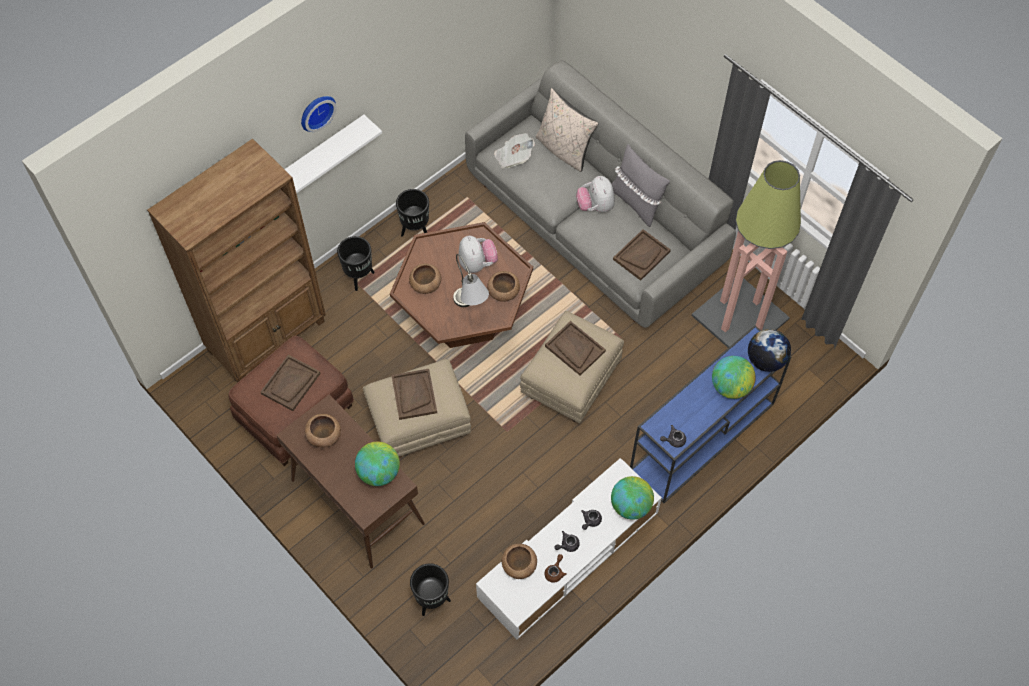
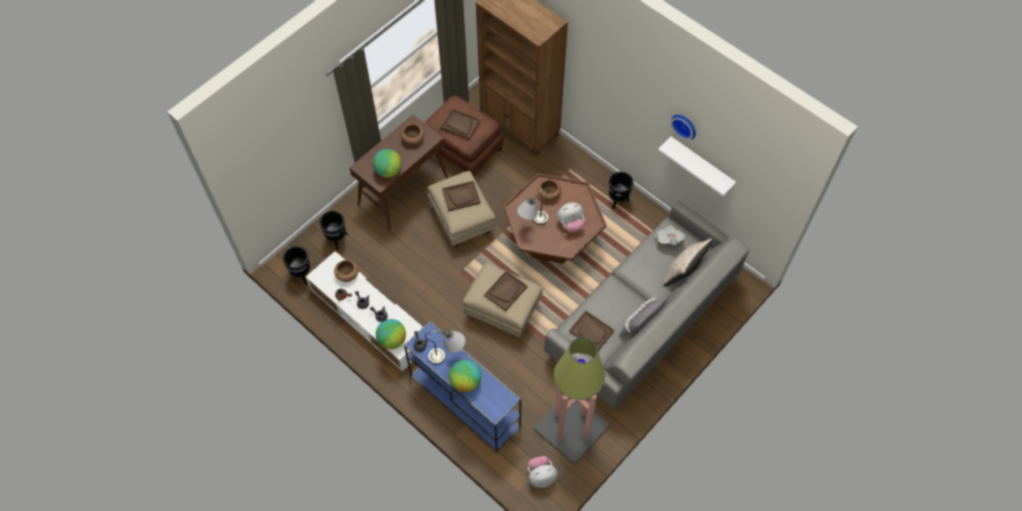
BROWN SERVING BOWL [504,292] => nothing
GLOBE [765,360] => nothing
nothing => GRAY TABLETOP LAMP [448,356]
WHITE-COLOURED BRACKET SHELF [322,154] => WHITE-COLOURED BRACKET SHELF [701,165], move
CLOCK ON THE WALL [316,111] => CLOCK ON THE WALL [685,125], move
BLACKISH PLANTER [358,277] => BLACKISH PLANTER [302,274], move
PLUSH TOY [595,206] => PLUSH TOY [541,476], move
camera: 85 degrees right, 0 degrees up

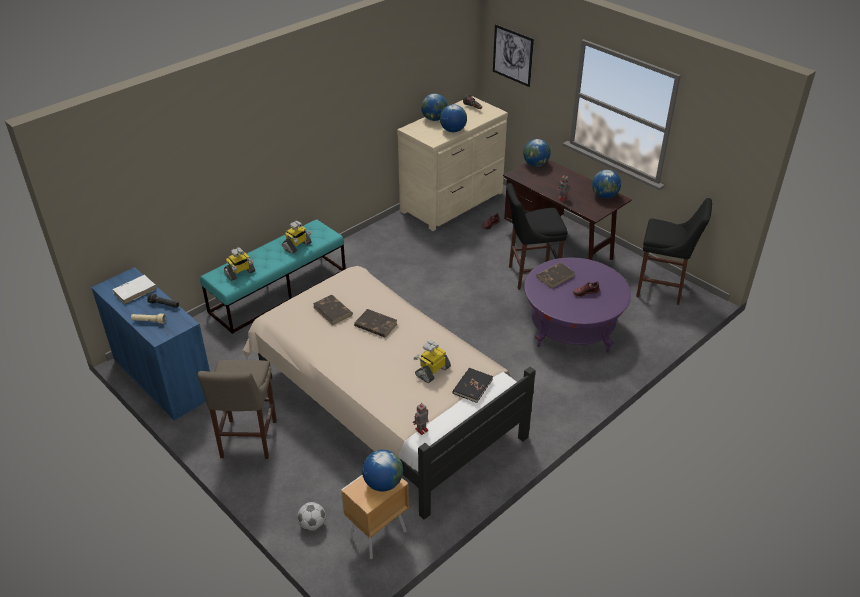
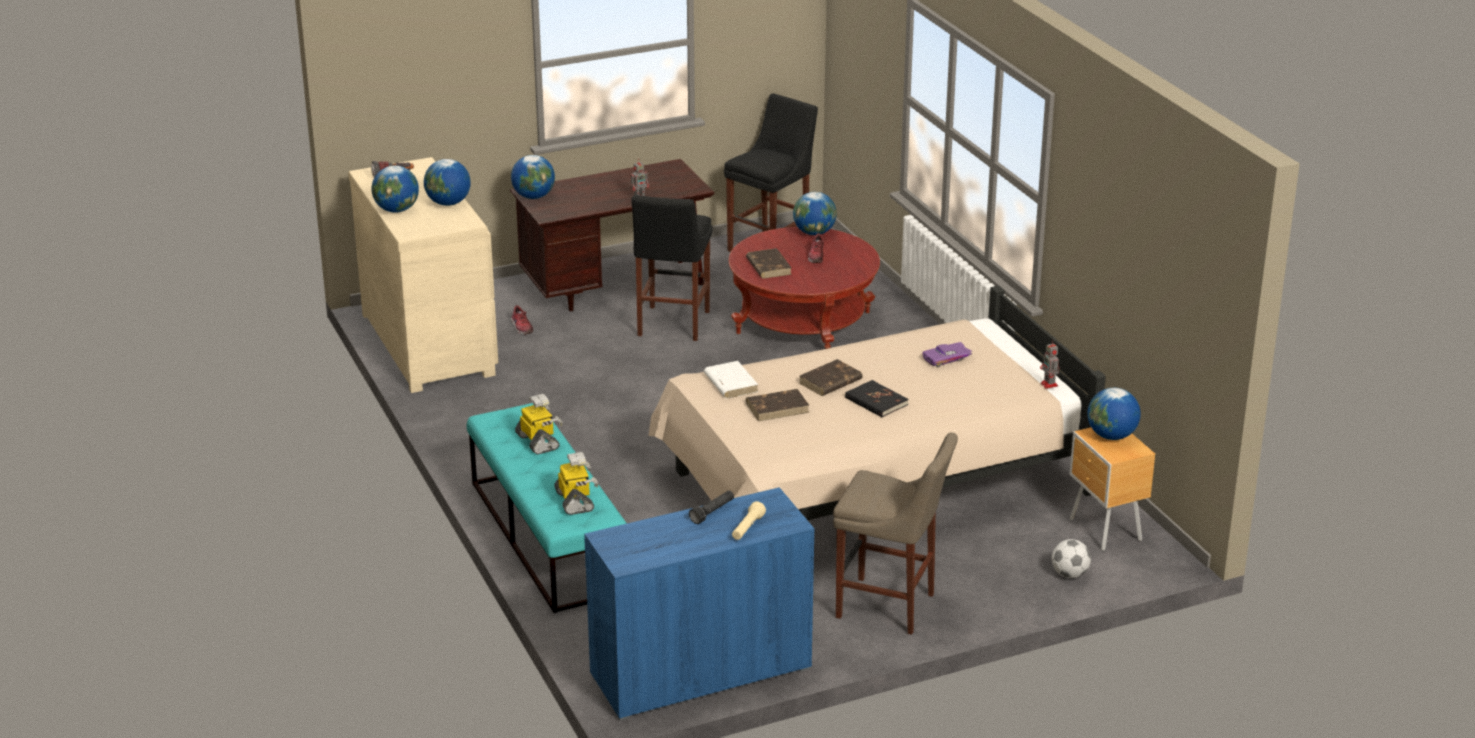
WALL PICTURE [512,55] => nothing
WHITE-COLOURED VOLUME [135,290] => WHITE-COLOURED VOLUME [730,383], move
BLACKISH VOLUME [472,386] => BLACKISH VOLUME [876,401], move
GLOBE [604,196] => GLOBE [814,233], move
TOY ROBOT [432,371] => PURPLE-COLOURED MINIATURE CAR [947,359]
PURPLE-COLOURED COFFEE TABLE [572,326] => REDDISH COFFEE TABLE [803,322]
camera: 70 degrees left, 10 degrees down

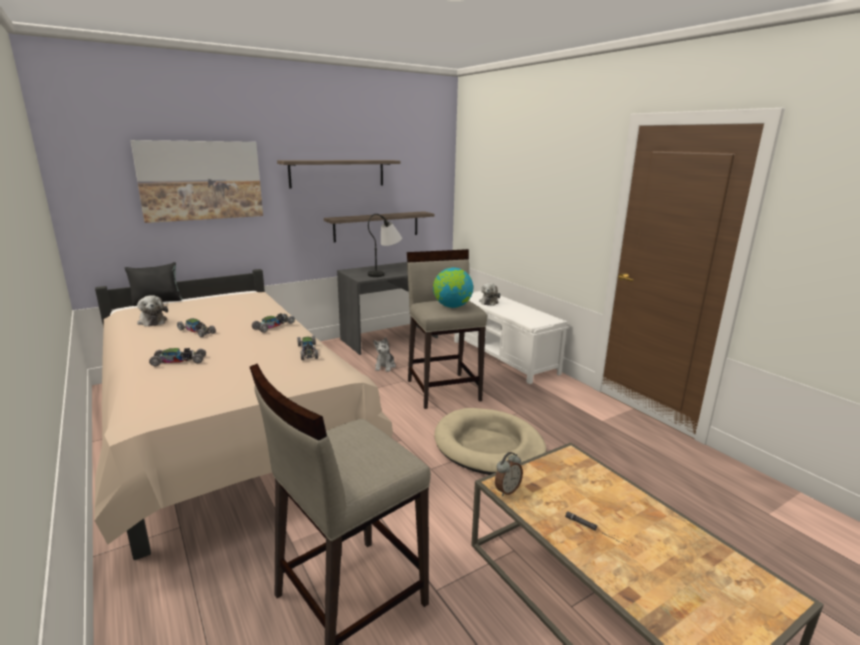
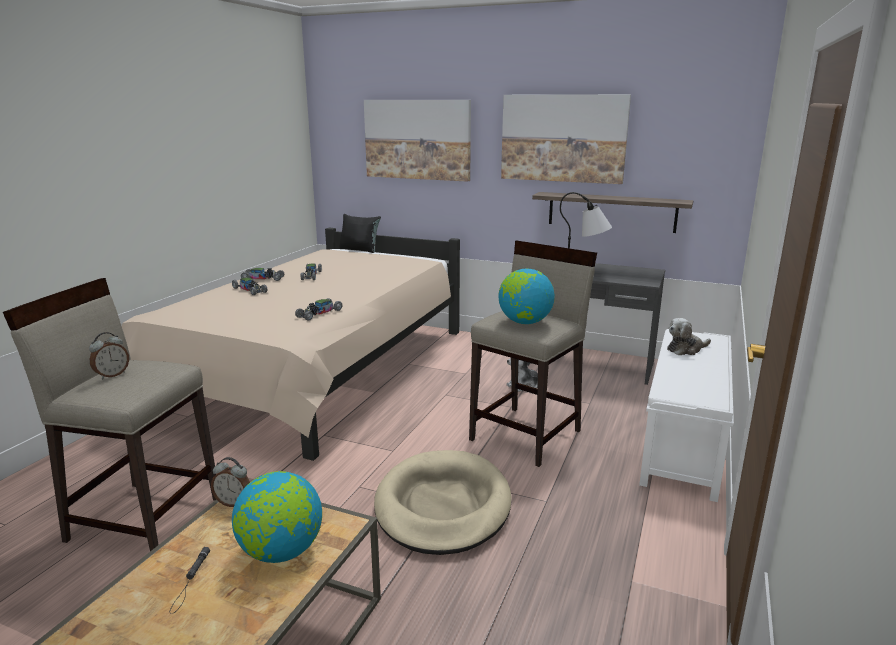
PLUSH TOY [152,321] => nothing
nothing => ALARM CLOCK [112,375]
nothing => GLOBE [281,552]
MINIATURE CAR [274,326] => MINIATURE CAR [263,279], move
BRACKET SHELF [337,173] => WALL PICTURE [563,138]
camera: 55 degrees right, 0 degrees up

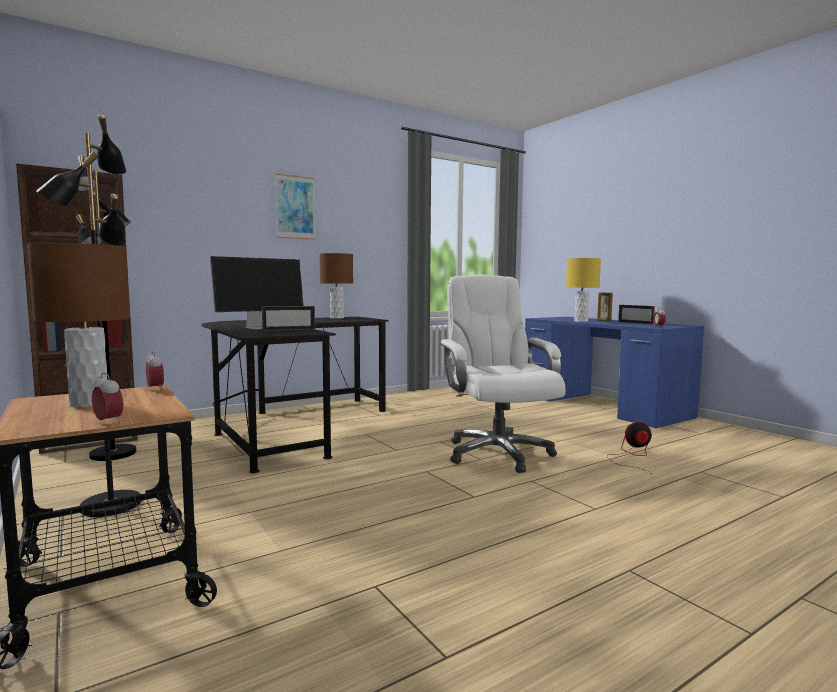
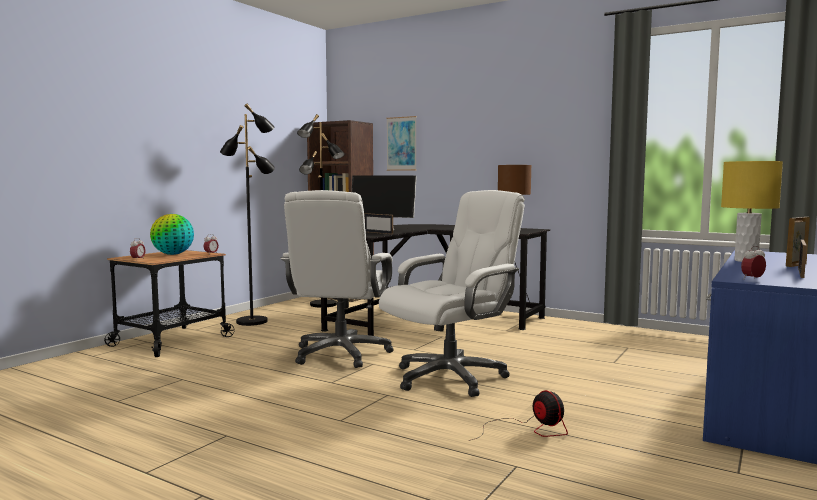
nothing => WHITE-COLOURED DESK CHAIR [341,354]
WALL PICTURE [295,207] => WALL PICTURE [401,143], move
BROWN TABLETOP LAMP [90,403] => GLOBE [173,254]
camera: 65 degrees right, 0 degrees up

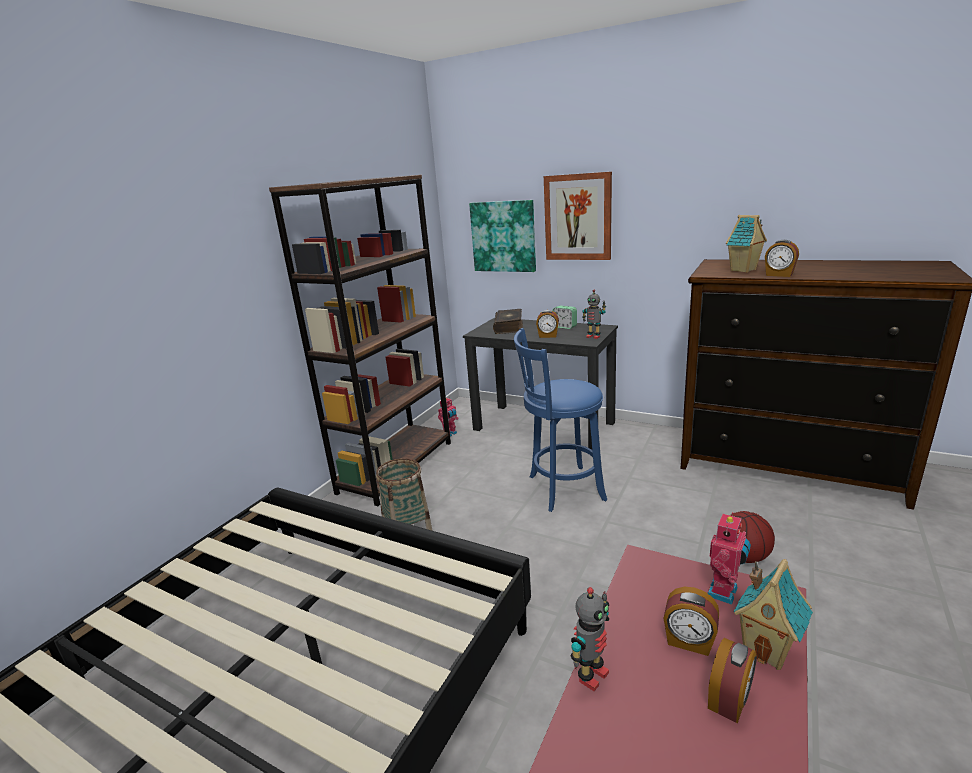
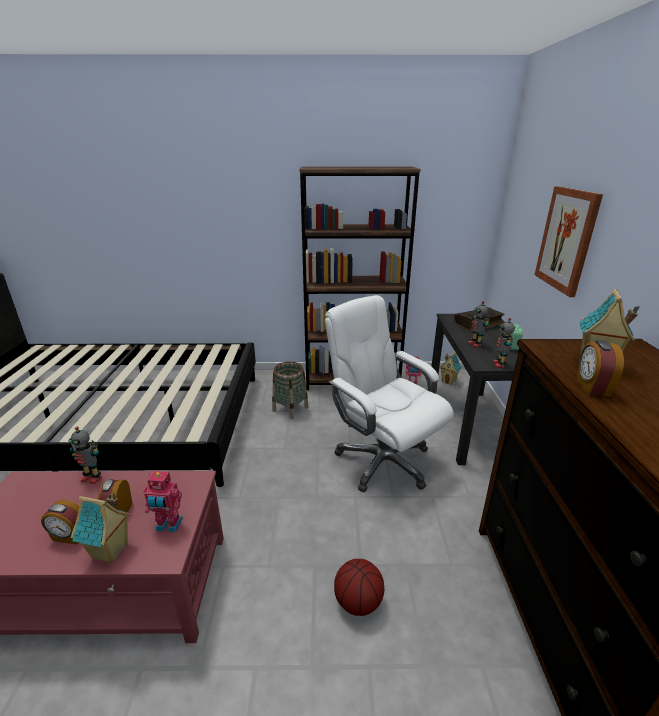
WALL PICTURE [503,236] => nothing
nothing => TOY HOUSE [449,381]
BLUISH STOOL SEAT [562,489] => WHITE-COLOURED DESK CHAIR [382,460]
ALARM CLOCK [548,336] => TOY ROBOT [475,344]
camera: 60 degrees right, 5 degrees up

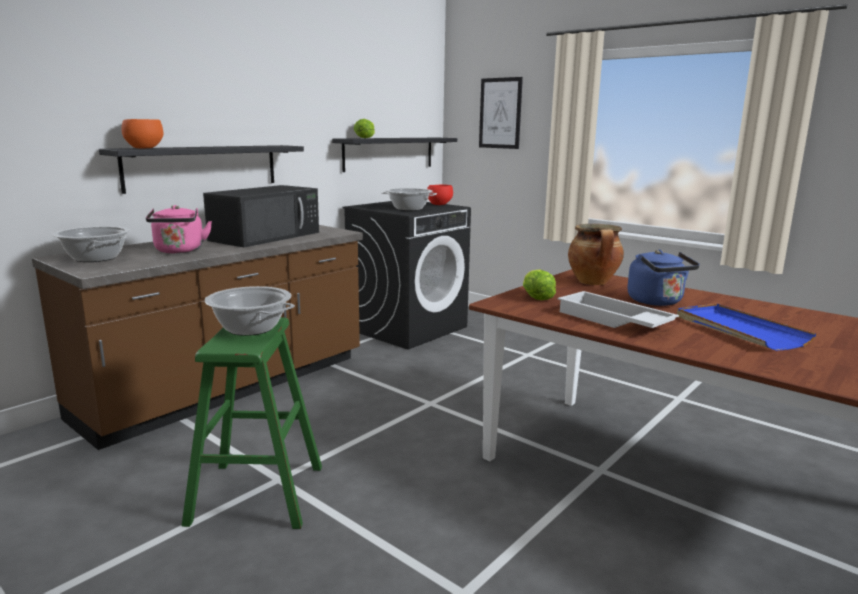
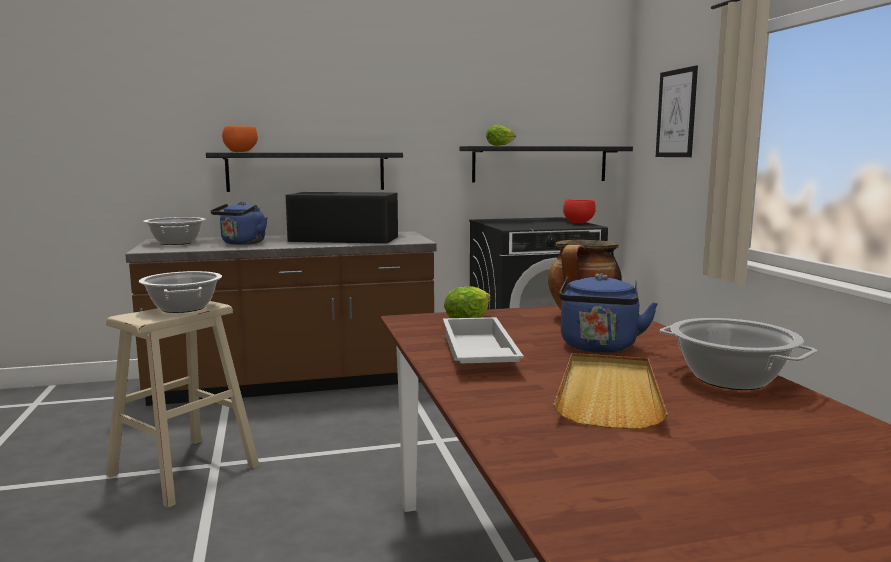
SAUCEPOT [408,209] => SAUCEPOT [730,379], move
PINK WATER KETTLE [179,251] => BLUISH WATER KETTLE [242,243]
GREENISH STOOL SEAT [257,494] => SAND-COLOURED STOOL SEAT [184,470]
BLUISH TRAY [739,330] => SAND-COLOURED TRAY [608,394]
BLACKISH MICROWAVE [266,236] => BLACKISH MICROWAVE [342,239], 150 degrees counterclockwise
camera: 35 degrees right, 5 degrees down

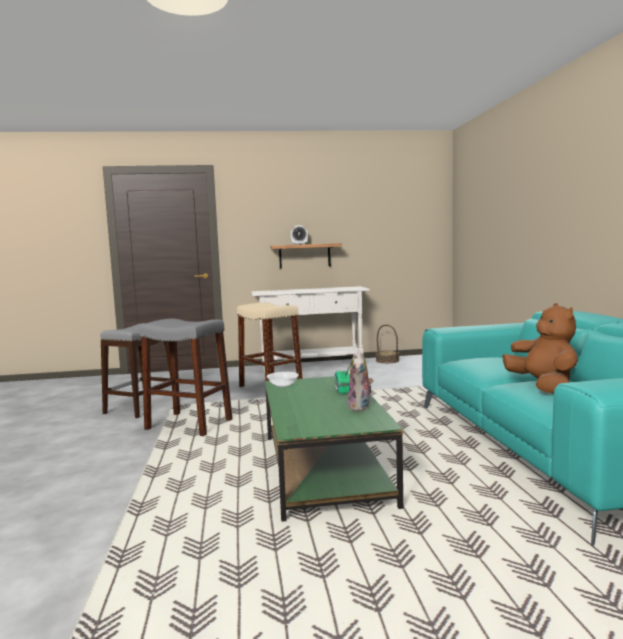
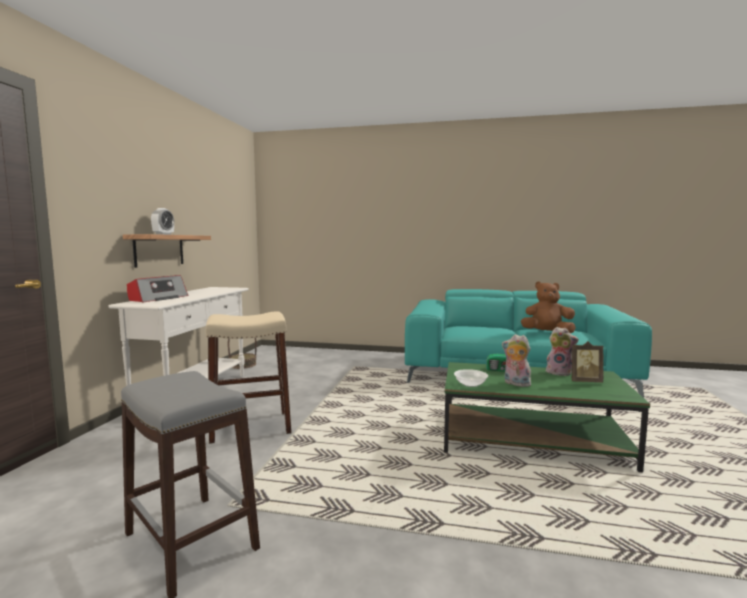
GRAY STOOL SEAT [189,424] => nothing
nothing => RADIO RECEIVER [158,298]
nothing => PLUSH TOY [515,384]
nothing => PHOTO FRAME [584,381]
camera: 70 degrees left, 0 degrees up

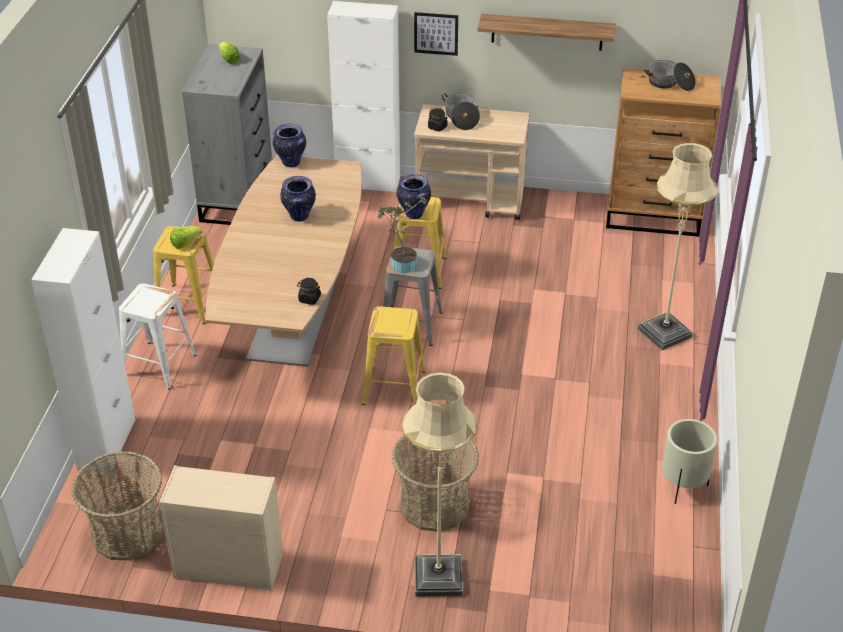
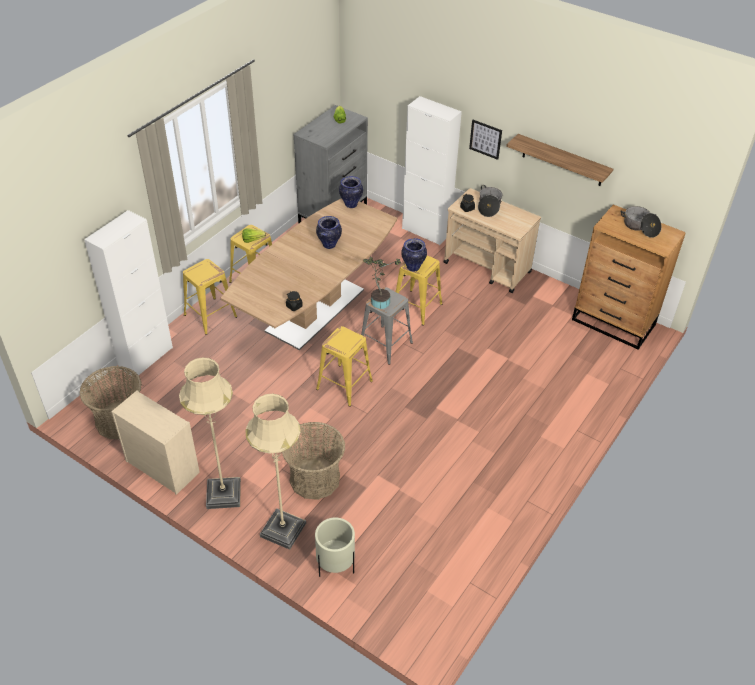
SAND-COLOURED STANDARD LAMP [664,333] => SAND-COLOURED STANDARD LAMP [223,494], move
SAND-COLOURED PLANTER [683,487] => SAND-COLOURED PLANTER [335,566], move
WHITE-COLOURED STOOL SEAT [158,365] => YELLOW STOOL SEAT [210,315]
camera: 25 degrees right, 5 degrees up

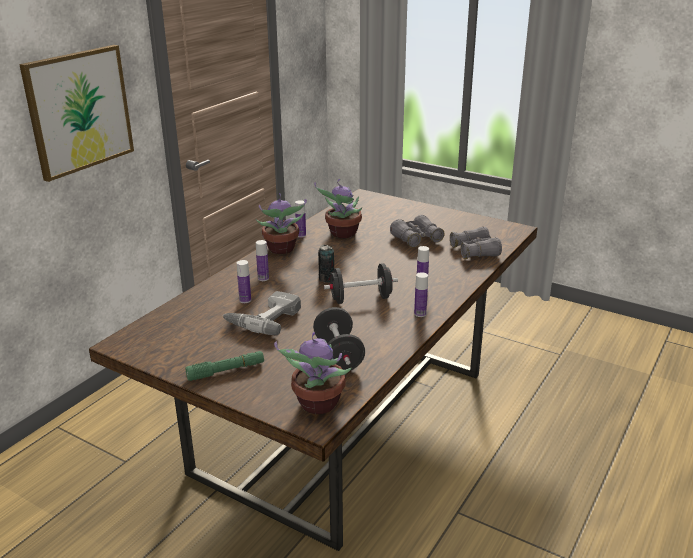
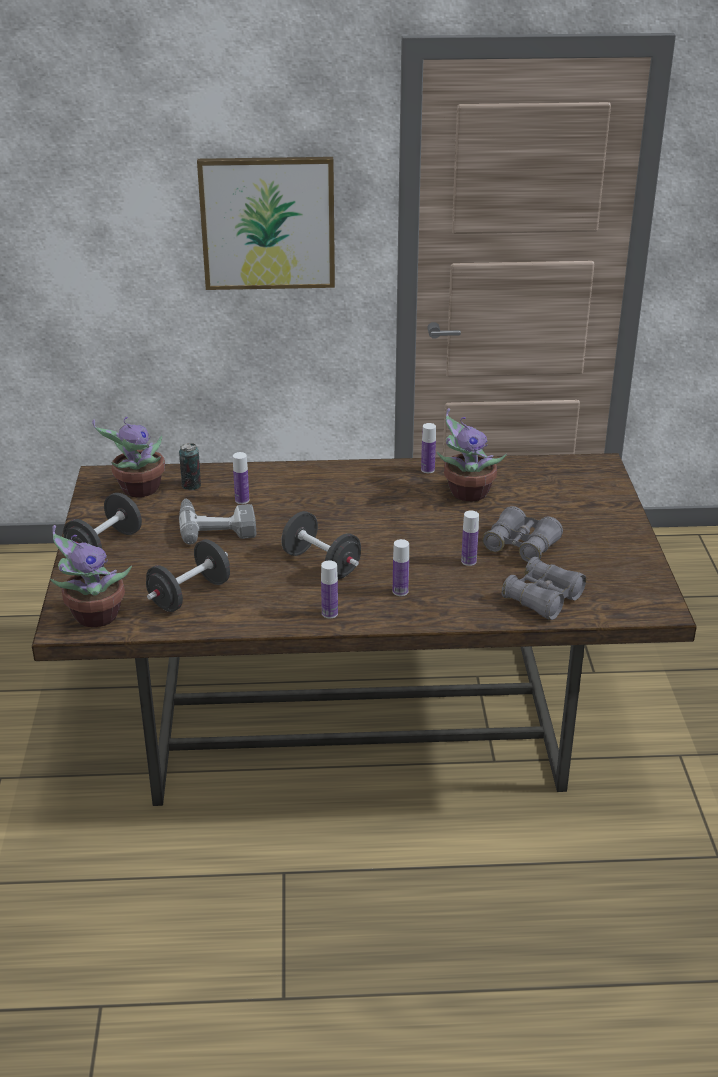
PLANT IN A POT [281,249] => PLANT IN A POT [138,490], move
BOTTLE [263,278] => BOTTLE [468,561], move
METAL CAN [326,279] => METAL CAN [191,485], move
GREENISH TORCH [226,371] => BLACKISH FREE WEIGHT [105,546]
camera: 55 degrees right, 5 degrees up

